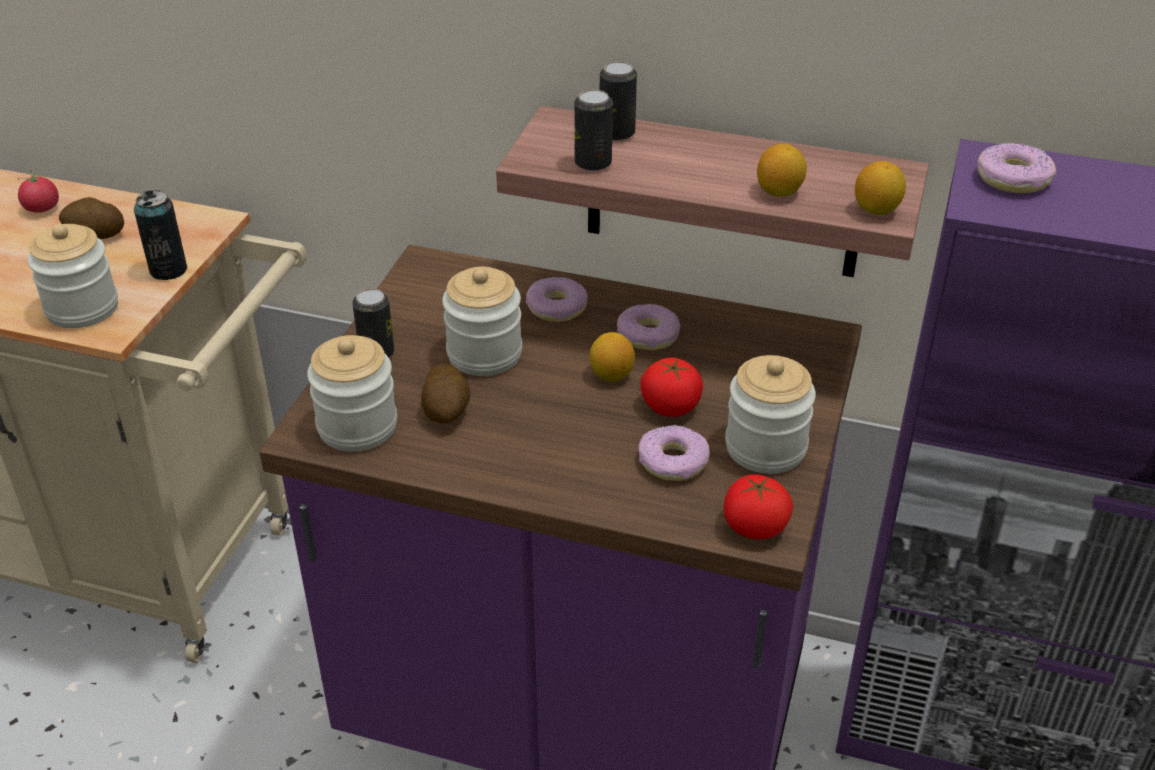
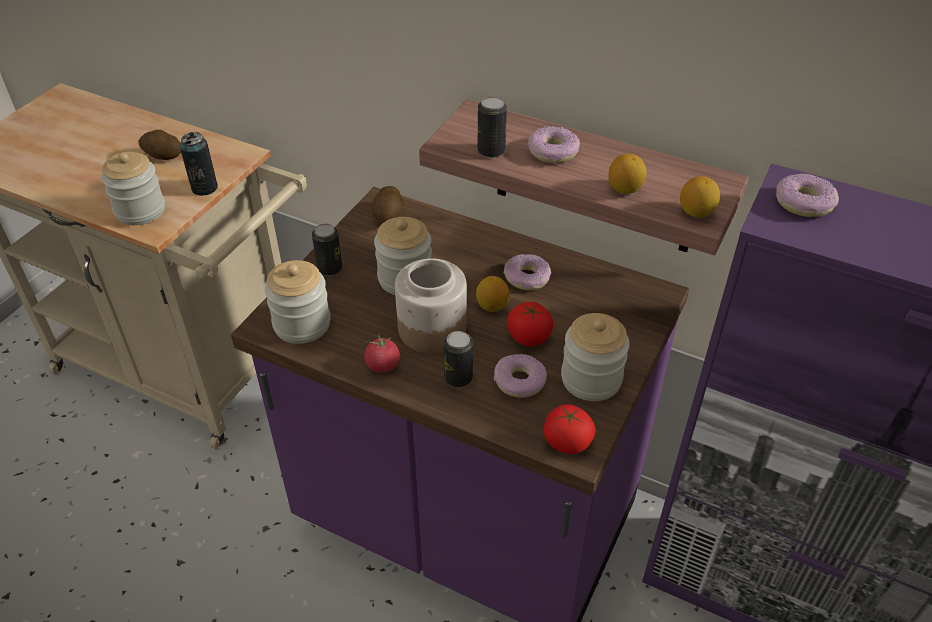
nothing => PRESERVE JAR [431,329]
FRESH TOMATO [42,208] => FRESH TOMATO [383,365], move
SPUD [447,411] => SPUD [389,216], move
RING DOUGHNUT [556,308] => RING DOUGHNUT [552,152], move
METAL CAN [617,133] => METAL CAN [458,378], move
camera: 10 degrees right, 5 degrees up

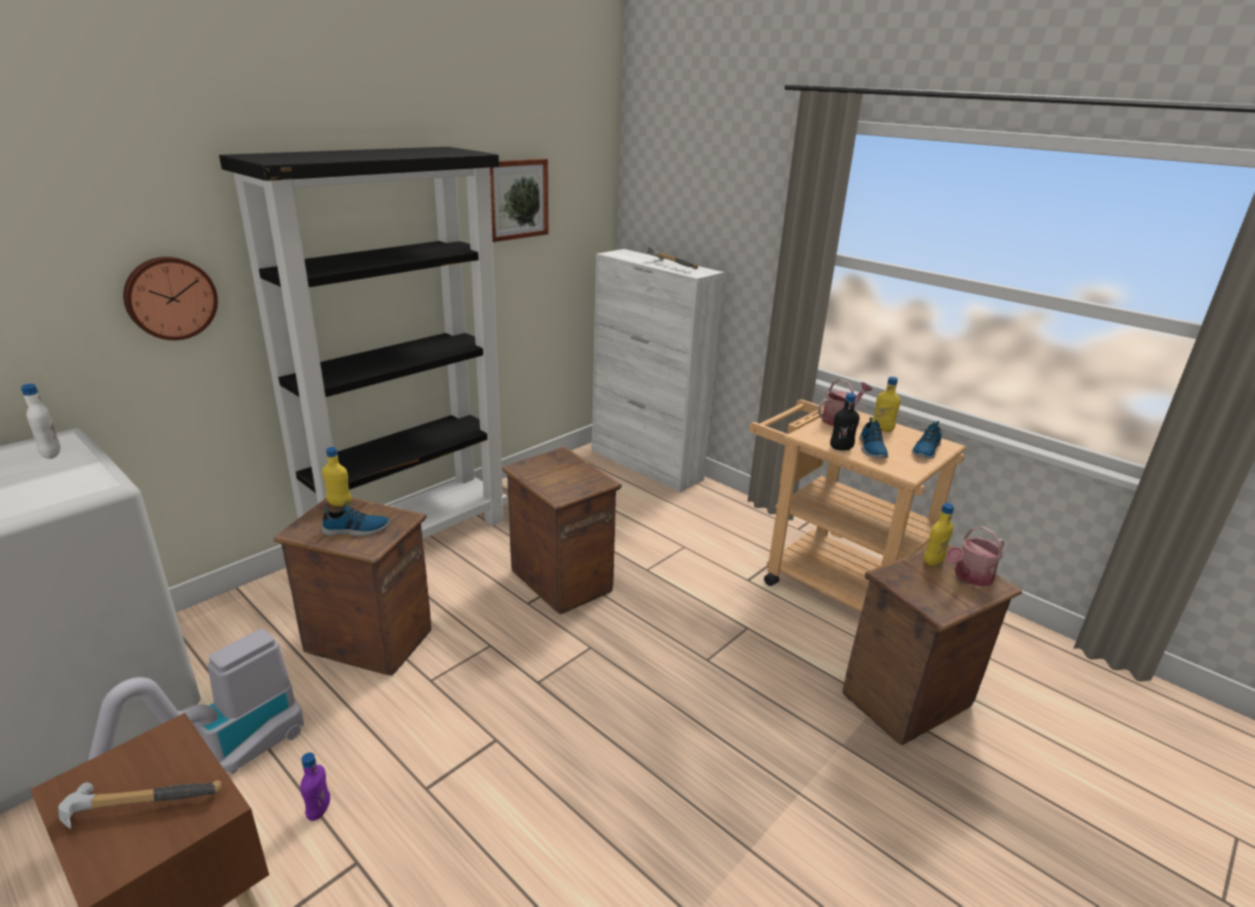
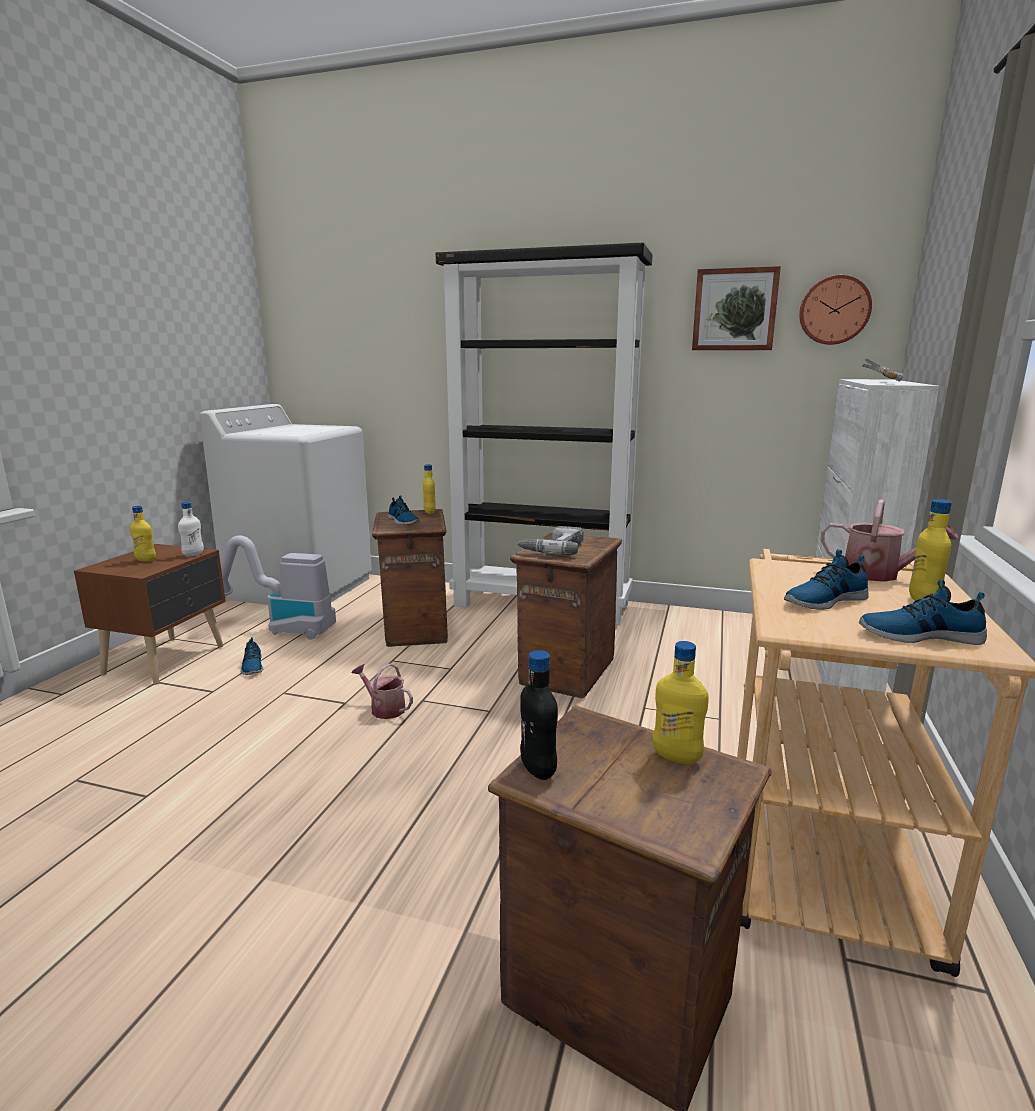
nothing => ELECTRIC DRILL [552,548]
WHITE-COLOURED BOTTLE [51,454] => WHITE-COLOURED BOTTLE [193,555], move
CLOCK ON THE WALL [170,298] => CLOCK ON THE WALL [834,310], move
BLACKISH BOTTLE [841,448] => BLACKISH BOTTLE [538,769], move
SPRINKLING CAN [970,576] => SPRINKLING CAN [384,708], move
HAND HAMMER [141,803] => YELLOW BOTTLE [146,560]
PURPLE-COLOURED BOTTLE [319,810] => ITEM OF FOOTWEAR [252,666]
camera: 65 degrees right, 10 degrees down

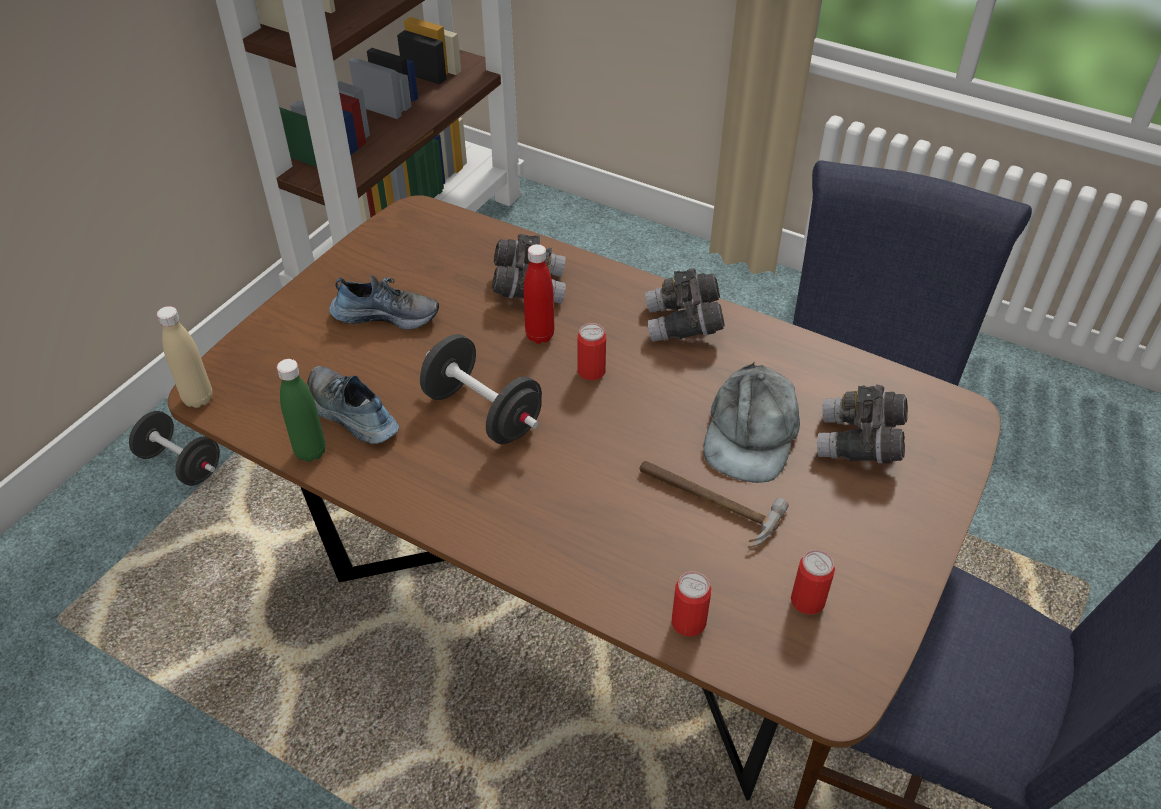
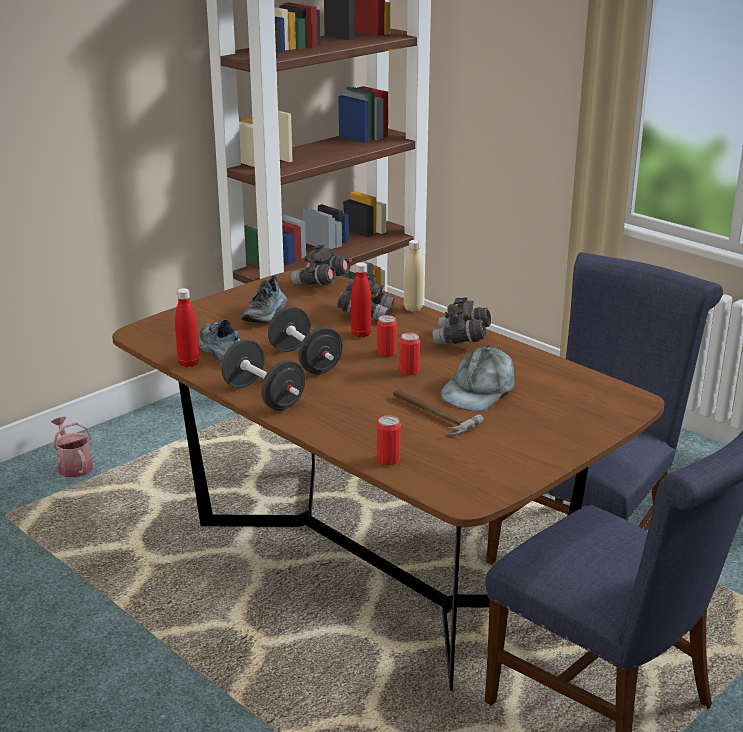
nothing => SPRINKLING CAN [74,465]
BLACKISH FREE WEIGHT [181,464] => BLACKISH FREE WEIGHT [263,397], move
SAND-COLOURED BOTTLE [198,399] => SAND-COLOURED BOTTLE [413,308], move
METAL CAN [807,601] => METAL CAN [409,371], move
GRAY BINOCULARS [859,443] => GRAY BINOCULARS [321,283], move
GREENISH BOTTLE [310,452] => REDDISH BOTTLE [188,363]
ITEM OF FOOTWEAR [386,314] => ITEM OF FOOTWEAR [266,314], 90 degrees clockwise
camera: 15 degrees right, 20 degrees down

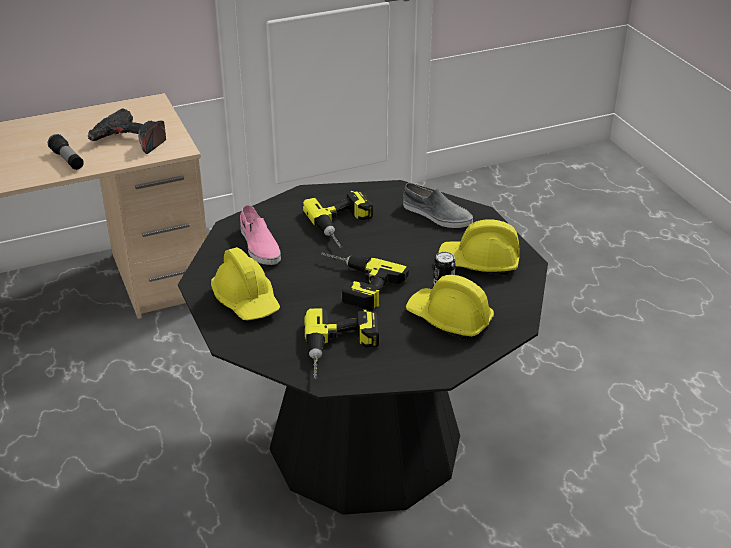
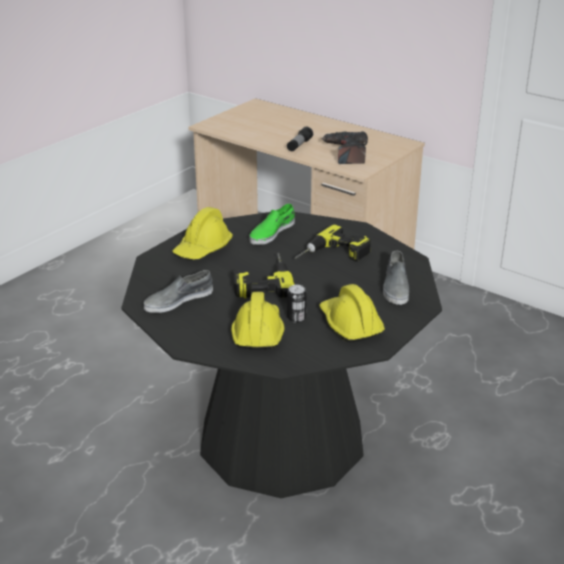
ELECTRIC DRILL [341,351] => GRAY ITEM OF FOOTWEAR [178,300]
PINK ITEM OF FOOTWEAR [259,245] => GREENISH ITEM OF FOOTWEAR [271,232]
camera: 60 degrees right, 5 degrees down

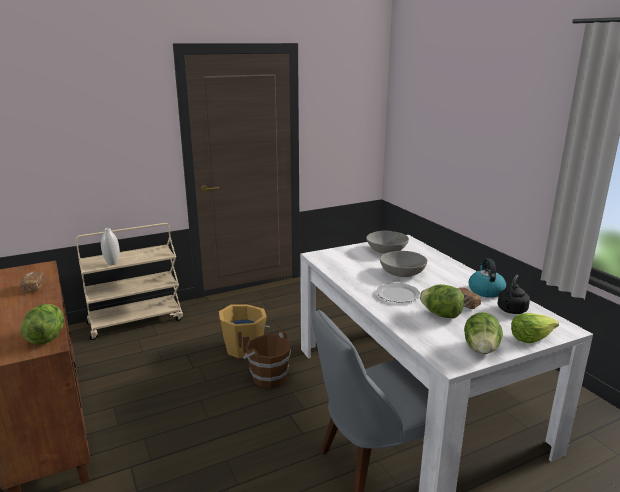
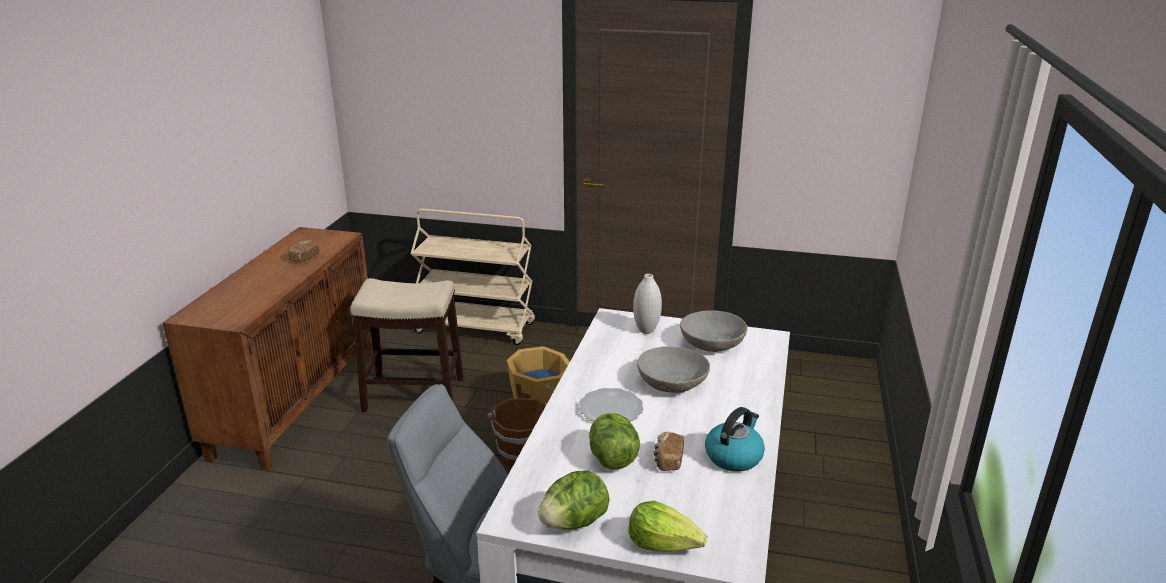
HEAD OF LETTUCE [47,338] => nothing
BLACKISH WATER KETTLE [511,310] => nothing
nothing => STOOL SEAT [415,395]
WHITE-COLOURED FLOWER VASE [112,263] => WHITE-COLOURED FLOWER VASE [646,330], move
camera: 40 degrees right, 5 degrees up

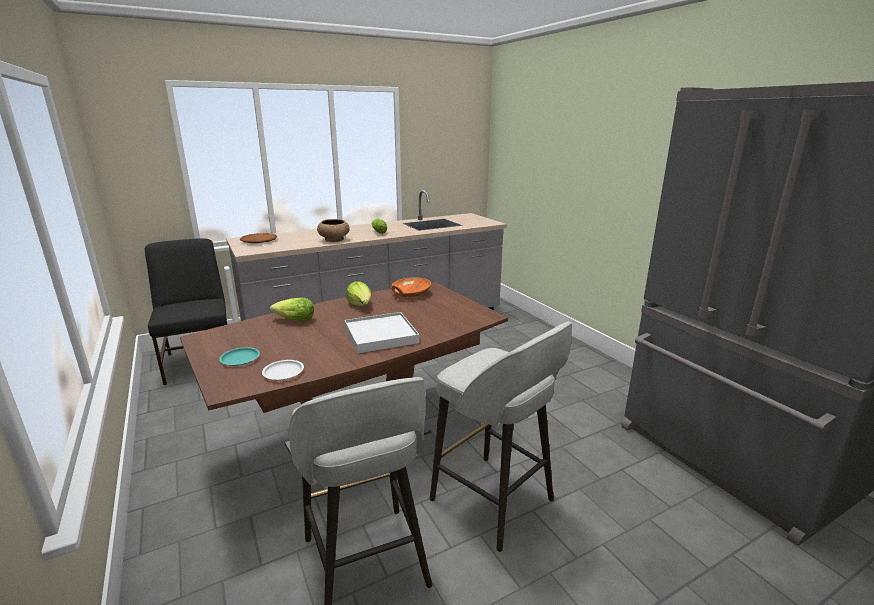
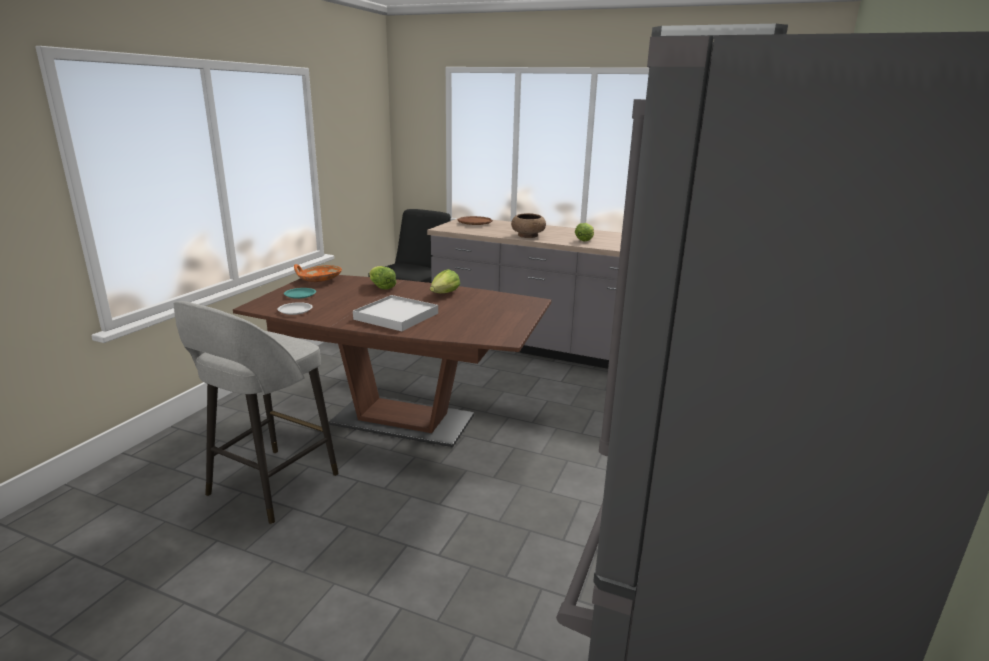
GRAY STOOL SEAT [494,502] => nothing
ORANGE SERVING BOWL [410,294] => ORANGE SERVING BOWL [319,280], move
camera: 50 degrees right, 0 degrees up

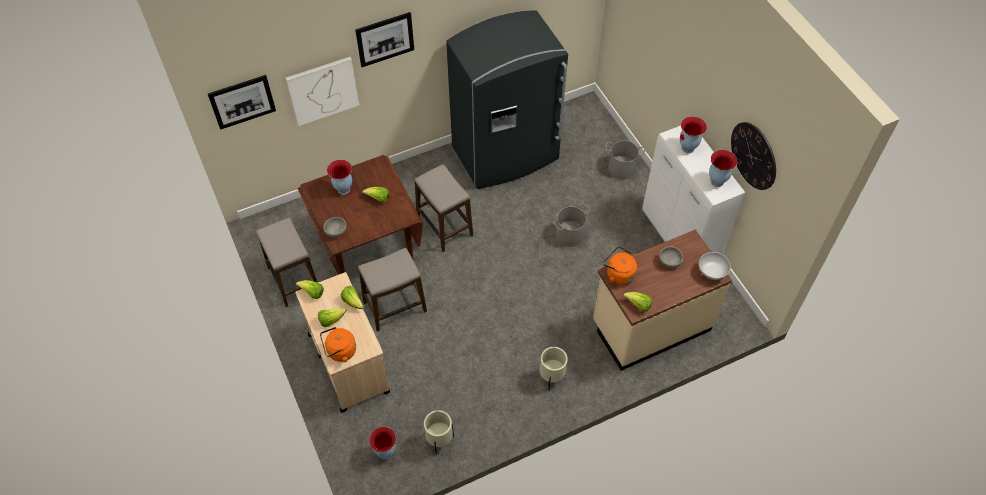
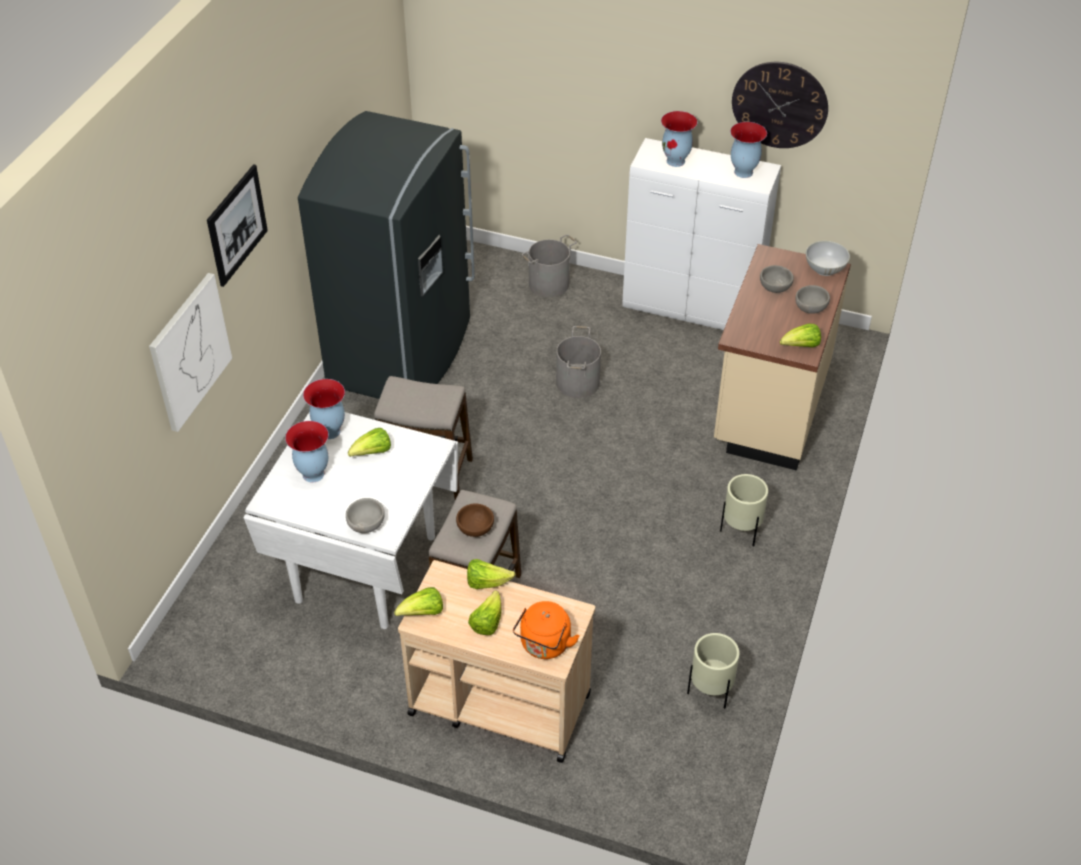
WALL PICTURE [242,101] => nothing
STOOL SEAT [293,280] => nothing
ORANGE WATER KETTLE [618,274] => nothing
nothing => BROWN SERVING BOWL [474,528]
nothing => GRAY SERVING BOWL [811,308]
FLOWER VASE [385,453] => FLOWER VASE [329,432], move
BROWN KITCHEN TABLE [368,251] => WHITE-COLOURED KITCHEN TABLE [365,568]
camera: 45 degrees left, 10 degrees down

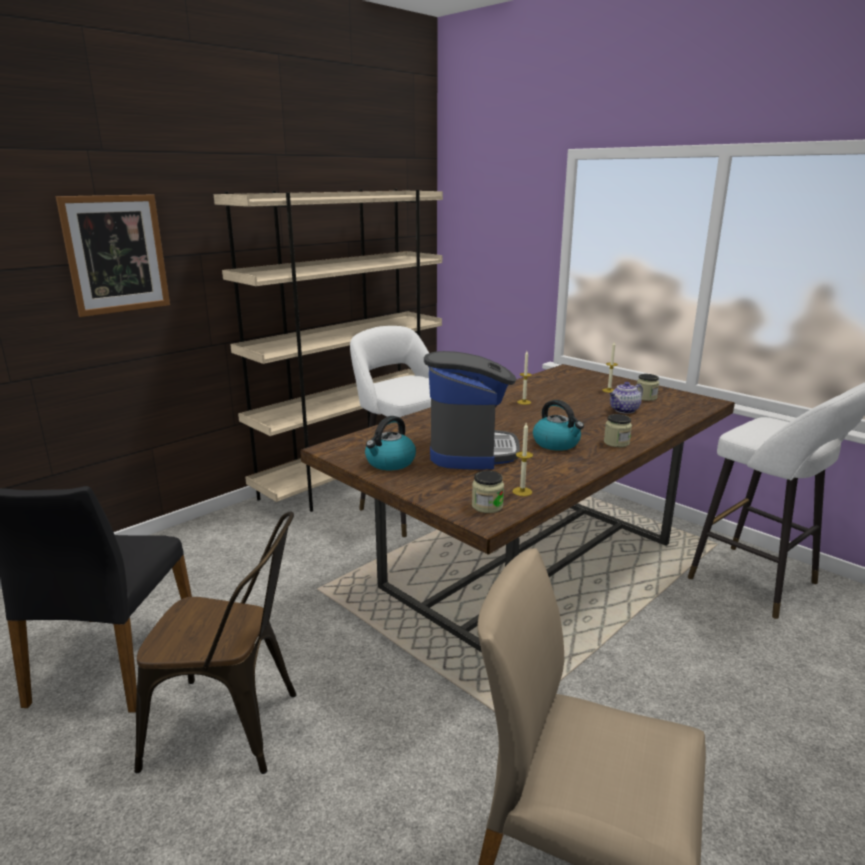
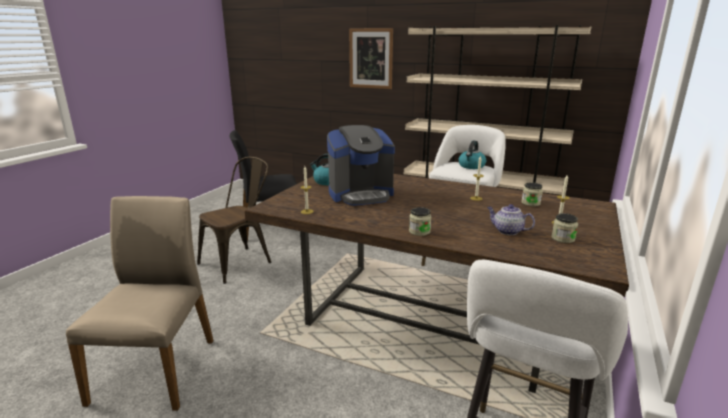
PRESERVE JAR [487,506] => PRESERVE JAR [530,203], move
WATER KETTLE [557,443] => WATER KETTLE [471,166], move
BROWN CHAIR [235,727] => BROWN CHAIR [240,262], 120 degrees counterclockwise
camera: 70 degrees right, 0 degrees up

